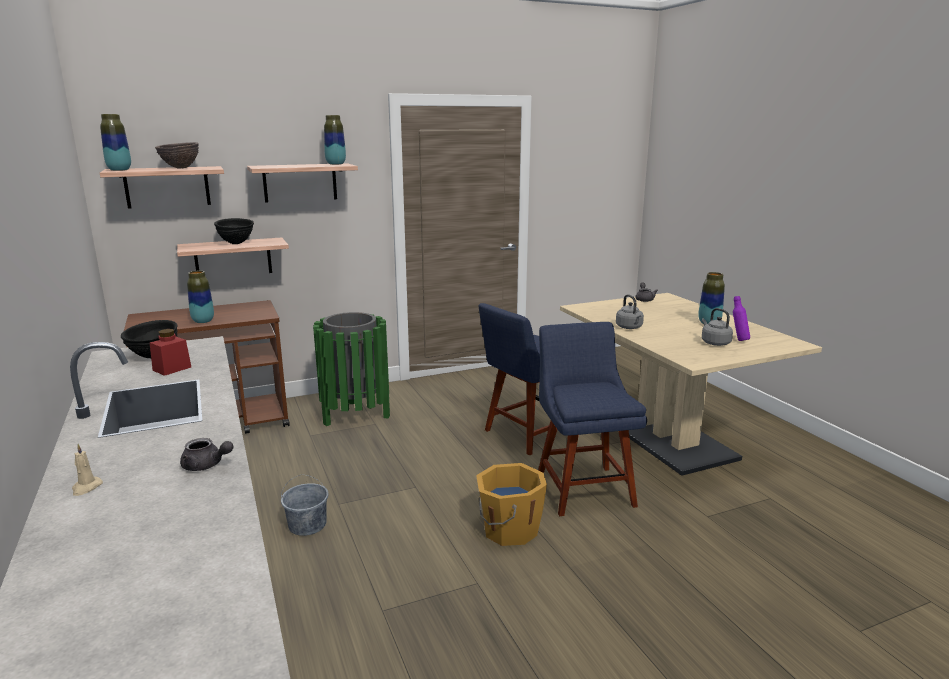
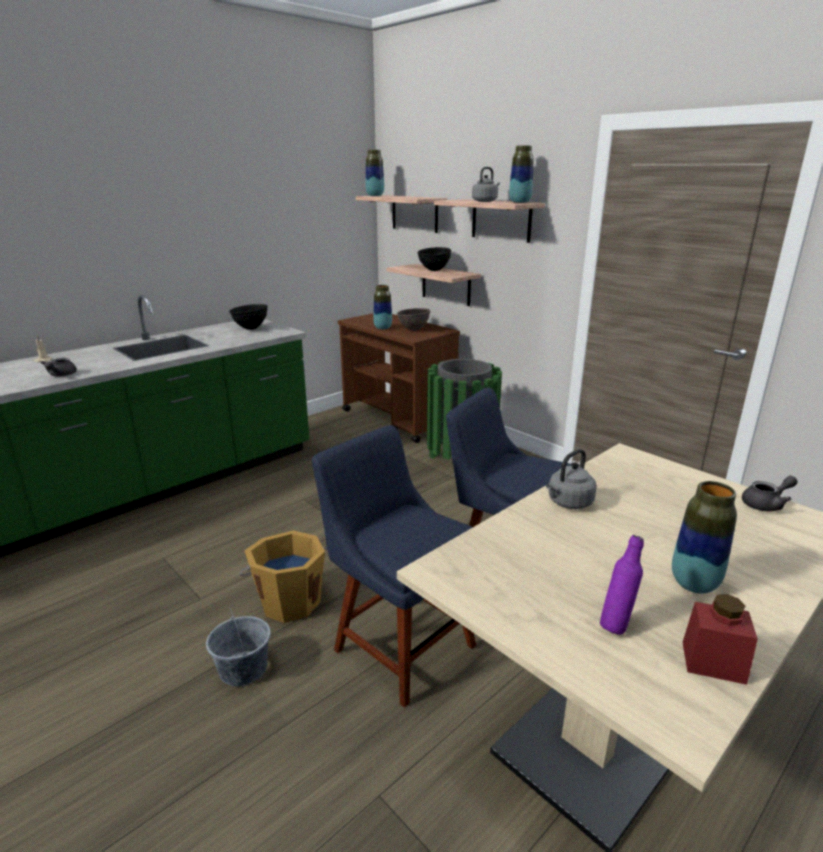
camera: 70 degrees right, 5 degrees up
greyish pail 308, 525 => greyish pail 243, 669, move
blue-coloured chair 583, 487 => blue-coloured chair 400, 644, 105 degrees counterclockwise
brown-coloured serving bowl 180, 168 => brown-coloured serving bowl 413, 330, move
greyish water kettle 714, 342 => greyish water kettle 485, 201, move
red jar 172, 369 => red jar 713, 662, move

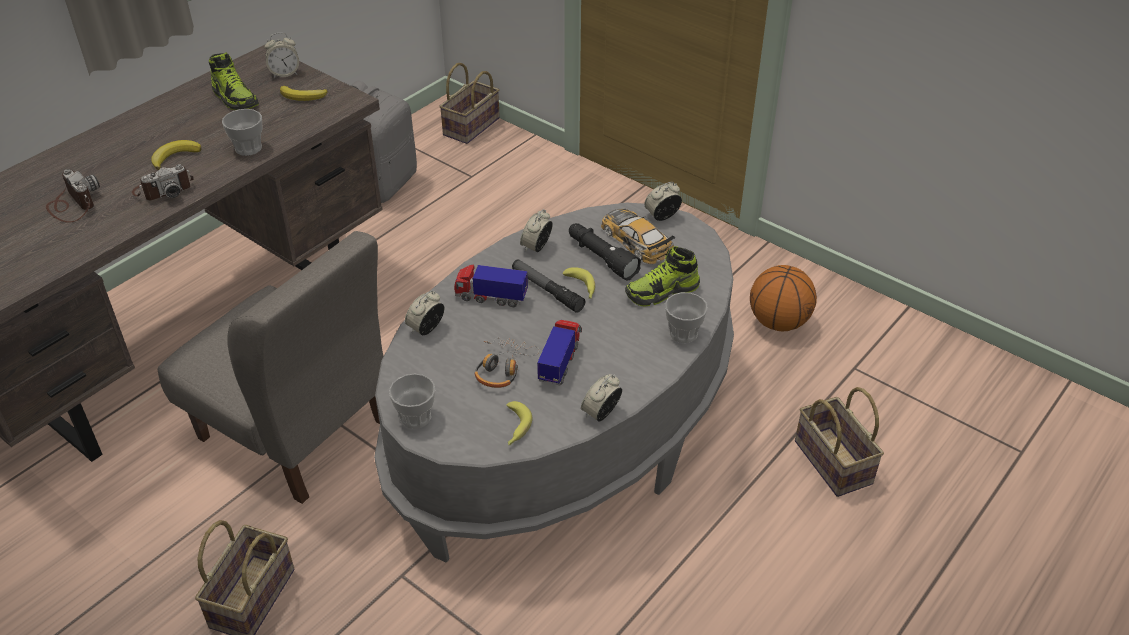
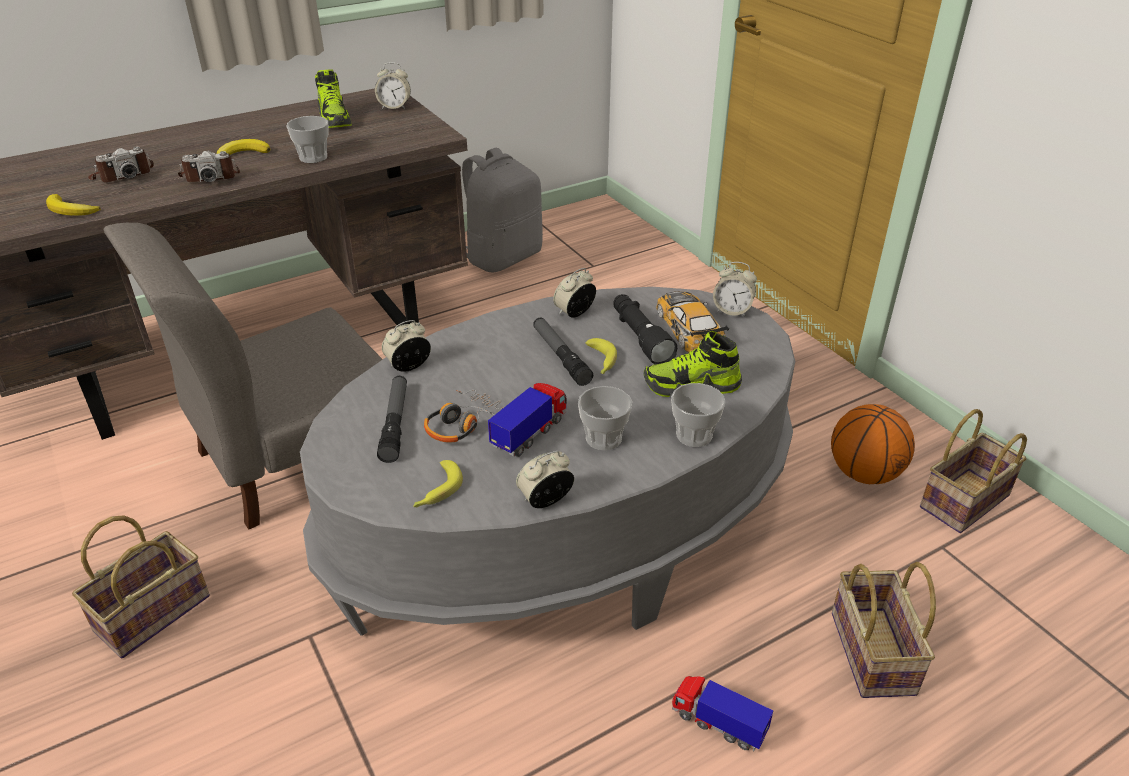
camera: 20 degrees right, 5 degrees down
banana fruit 303, 97 => banana fruit 70, 210, move
photo camera 72, 205 => photo camera 122, 175, 75 degrees clockwise
greyish chair 294, 430 => greyish chair 295, 458, 90 degrees clockwise
nothing => flashlight 395, 423
drinking cup 415, 417 => drinking cup 603, 438, move
model truck 491, 297 => model truck 717, 723, move
table clock 662, 216 => table clock 732, 310, 150 degrees counterclockwise
basket 471, 128 => basket 964, 503, move

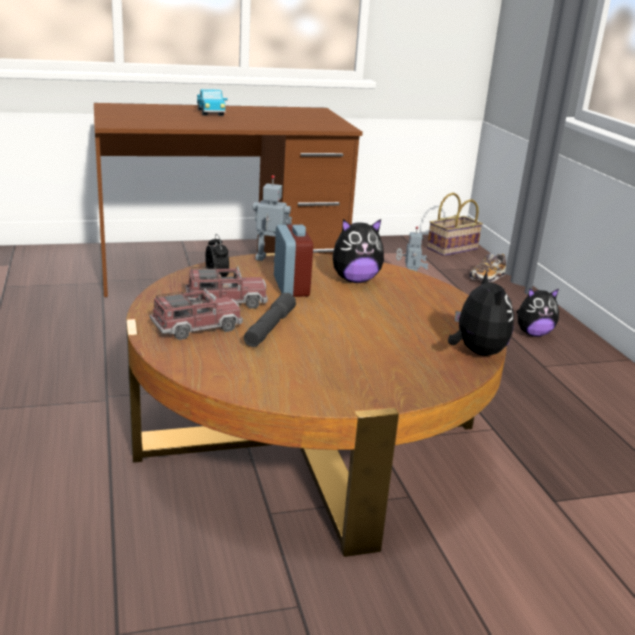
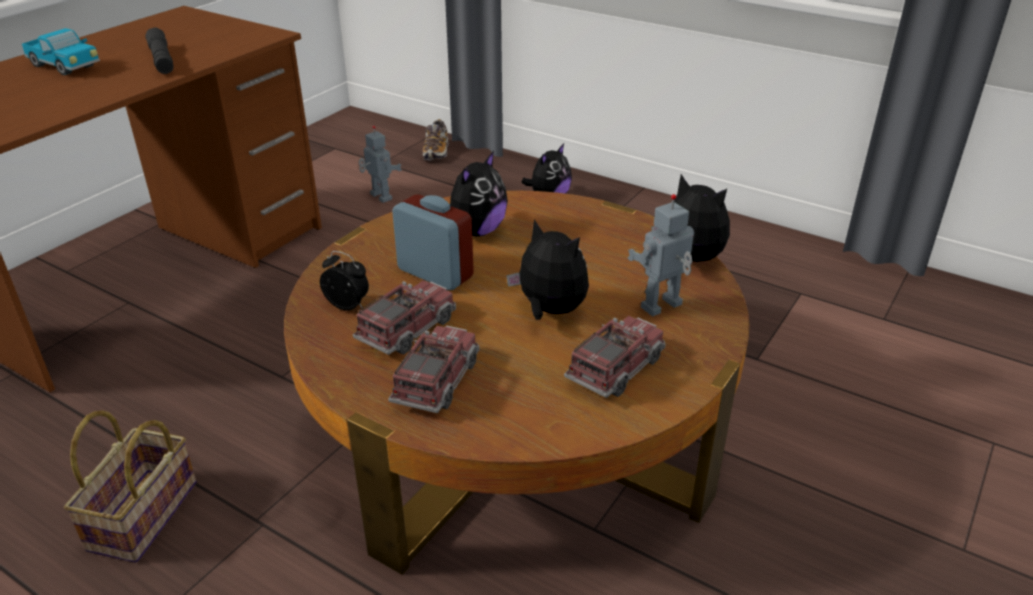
camera: 40 degrees left, 10 degrees up
basket 452, 249 => basket 144, 518, move
greyish flashlight 270, 328 => greyish flashlight 162, 60, move
nothing => cuddly toy 549, 311
nothing => model truck 615, 369
model robot 269, 260 => model robot 662, 307, move

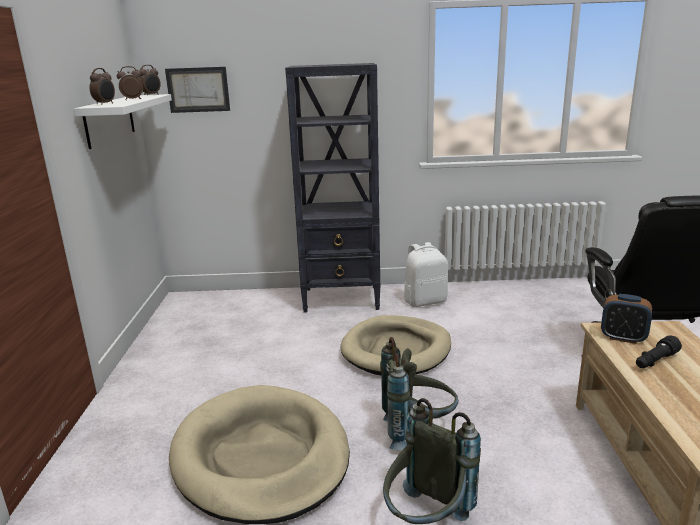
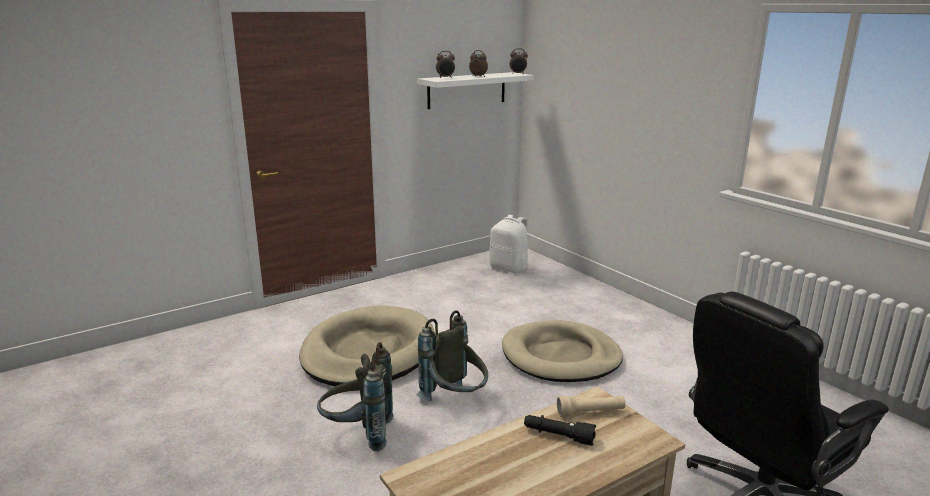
camera: 55 degrees right, 0 degrees up
white knapsack 425, 301 => white knapsack 509, 268, move
table clock 623, 338 => sand-coloured flashlight 590, 413
picture 198, 89 => nothing
black bookshelf 342, 299 => nothing

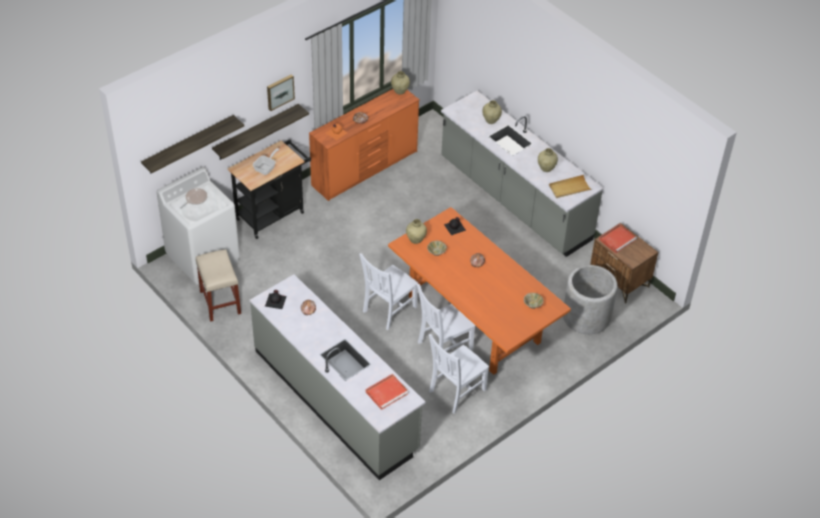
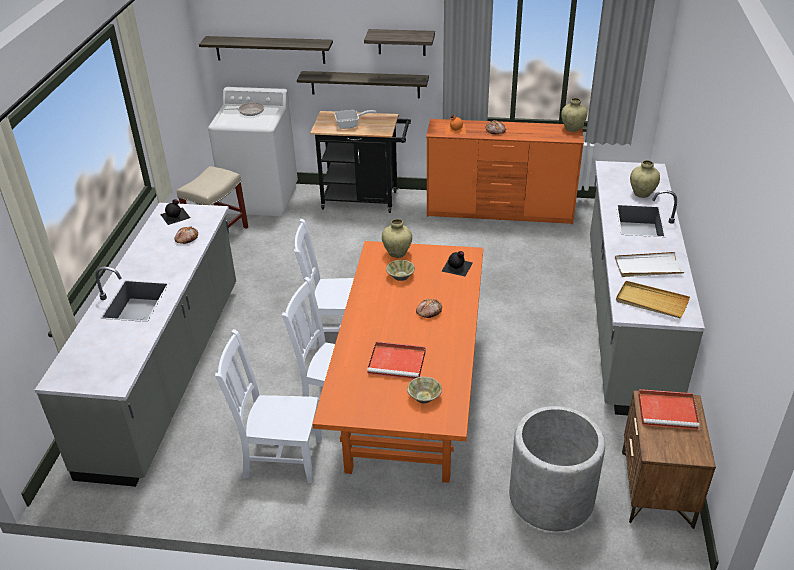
camera: 50 degrees right, 10 degrees down
picture 279, 91 => shelf 401, 42
red carrying tray 387, 392 => red carrying tray 398, 362, move
sand-coloured vase 546, 168 => white carrying tray 647, 267

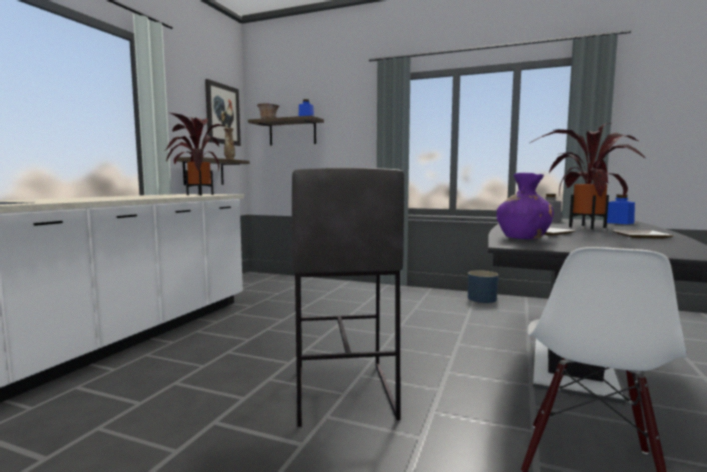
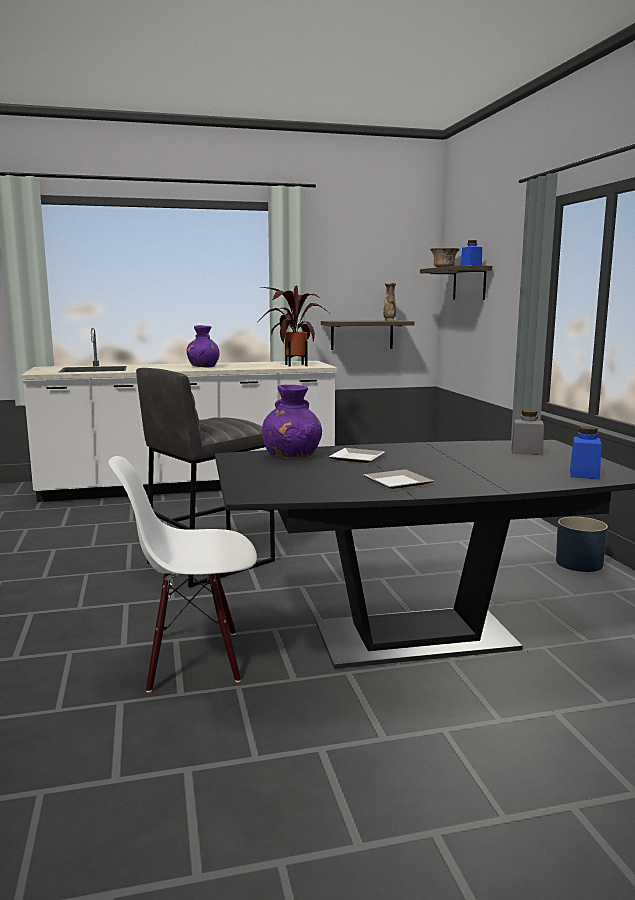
camera: 55 degrees right, 5 degrees up
nothing => purplish vase 204, 367
picture 222, 114 => nothing
plant in a pot 585, 227 => nothing

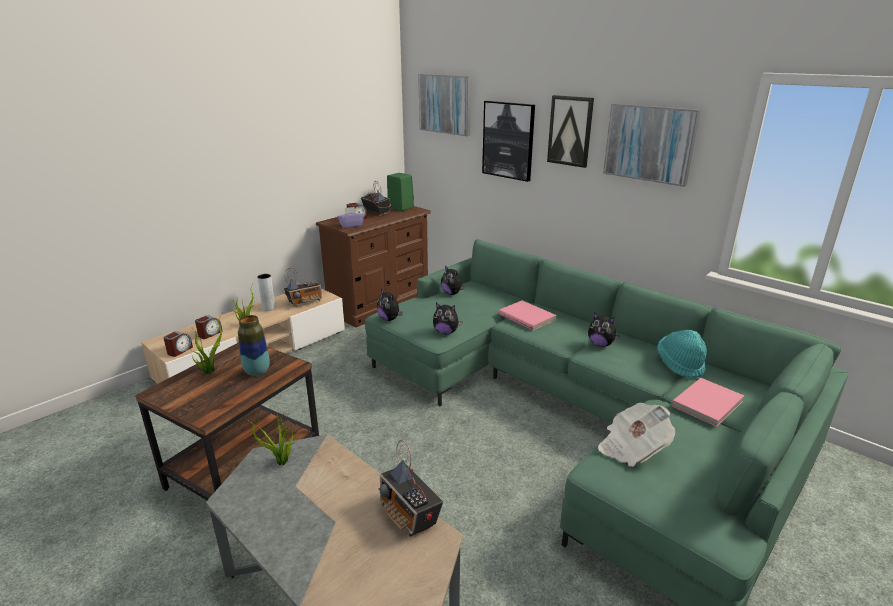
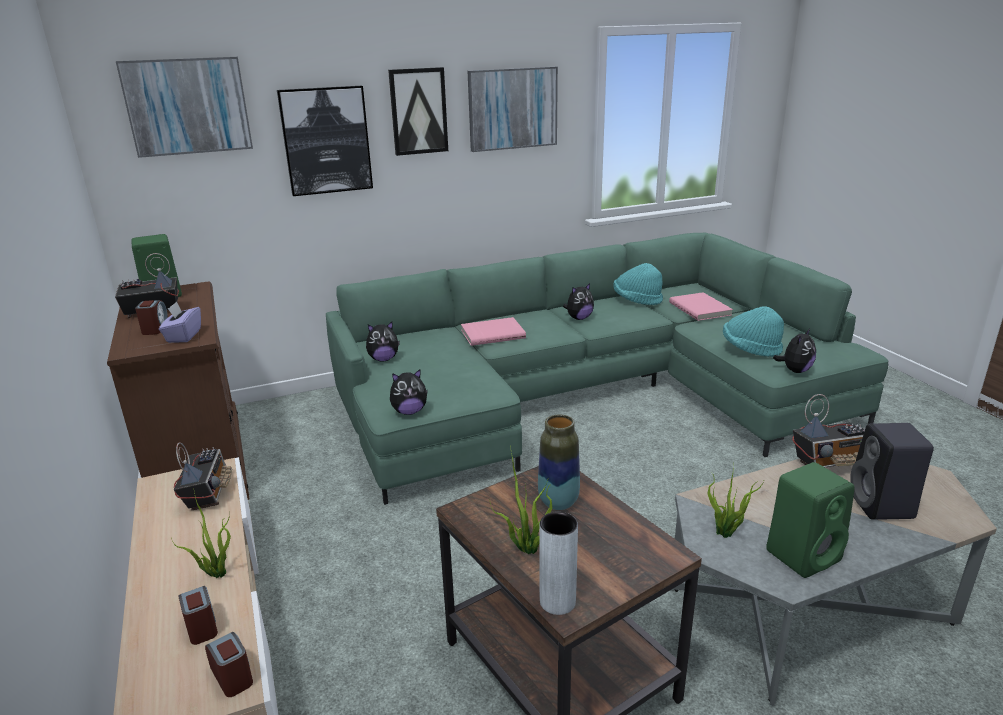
camera: 65 degrees left, 0 degrees up
greyish vase 269, 308 => greyish vase 557, 602, move
printed paper 632, 448 => turquoise-coloured hat 750, 349
nothing => green-coloured speaker 804, 554
cuddly toy 446, 332 => cuddly toy 795, 370, move
nothing => black speaker 882, 506

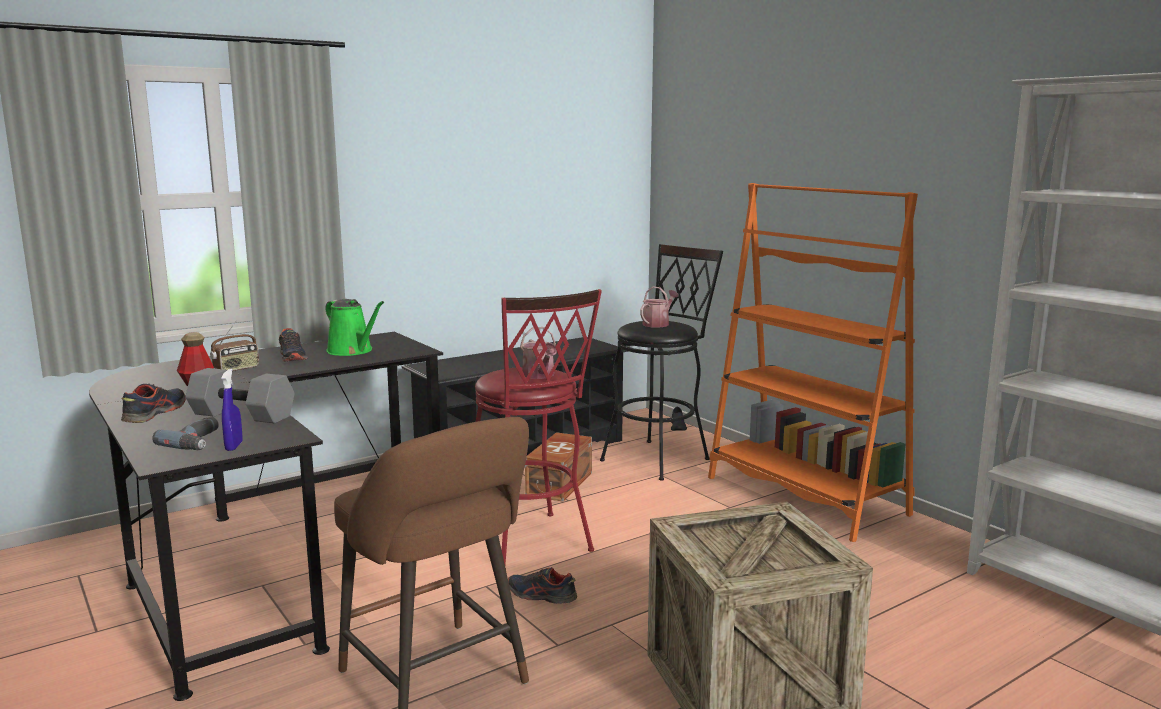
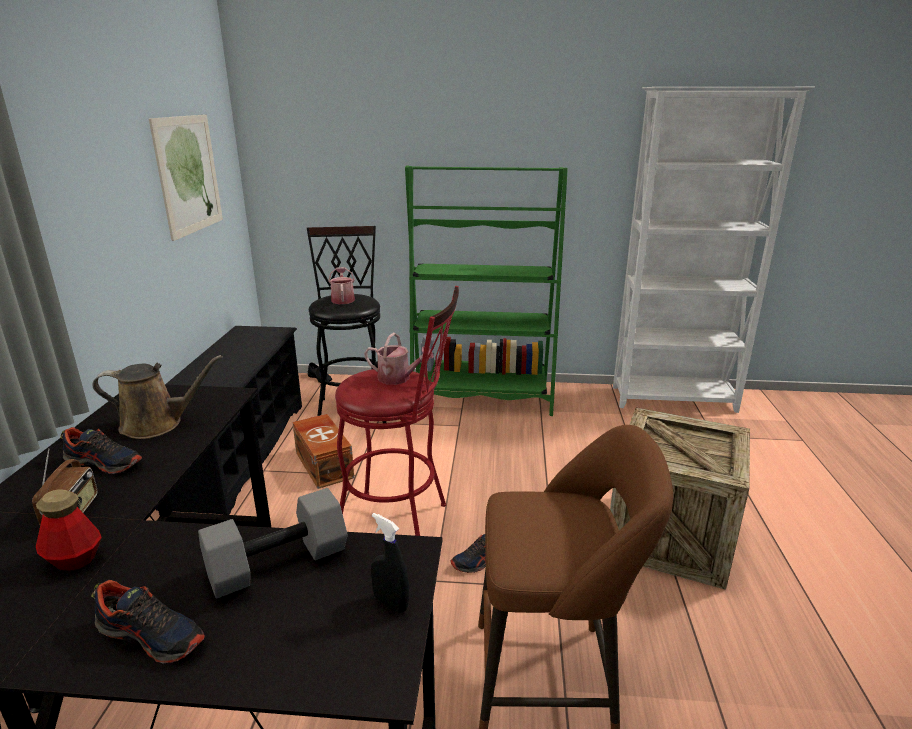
camera: 50 degrees left, 10 degrees up
shoe 154, 413 => shoe 152, 635, 150 degrees clockwise
green-coloured sprinkling can 352, 351 => brown-coloured sprinkling can 157, 424
nothing => picture 188, 175
blue-coloured hand sprayer 234, 446 => black hand sprayer 390, 603
orangey bookshelf 805, 496 => green-coloured bookshelf 481, 397
power drill 199, 441 => nothing

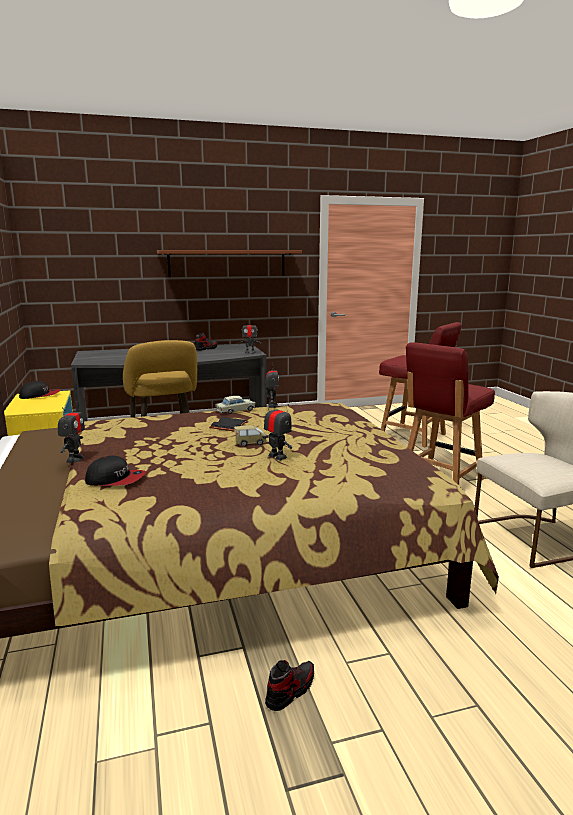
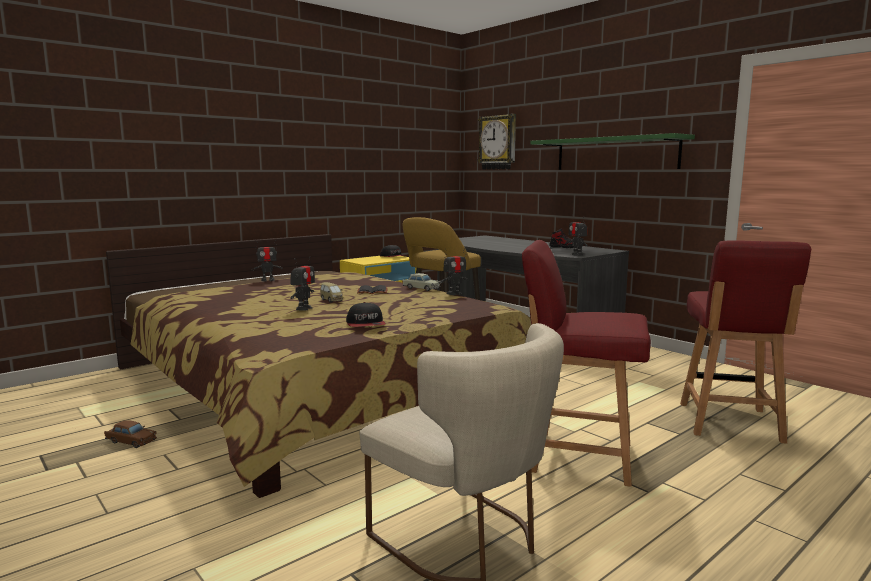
camera: 65 degrees right, 5 degrees down
shoe 290, 691 => brown-coloured model car 131, 441
peaked cap 116, 479 => peaked cap 366, 325, move
nothing => hanging clock 498, 142
brown-coloured shelf 227, 263 => green-coloured shelf 615, 154

